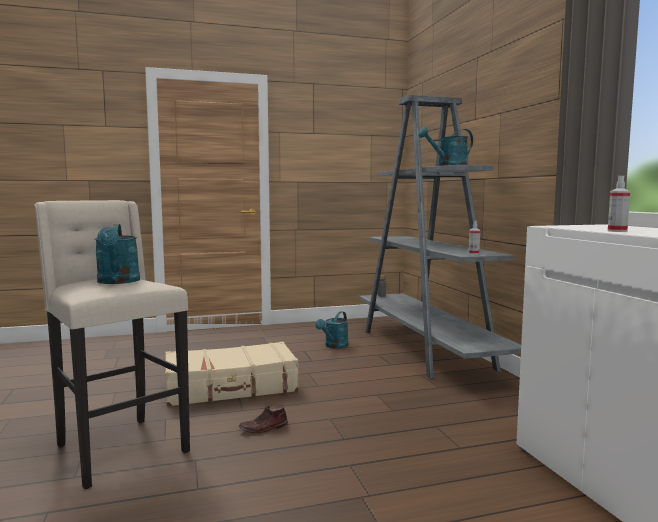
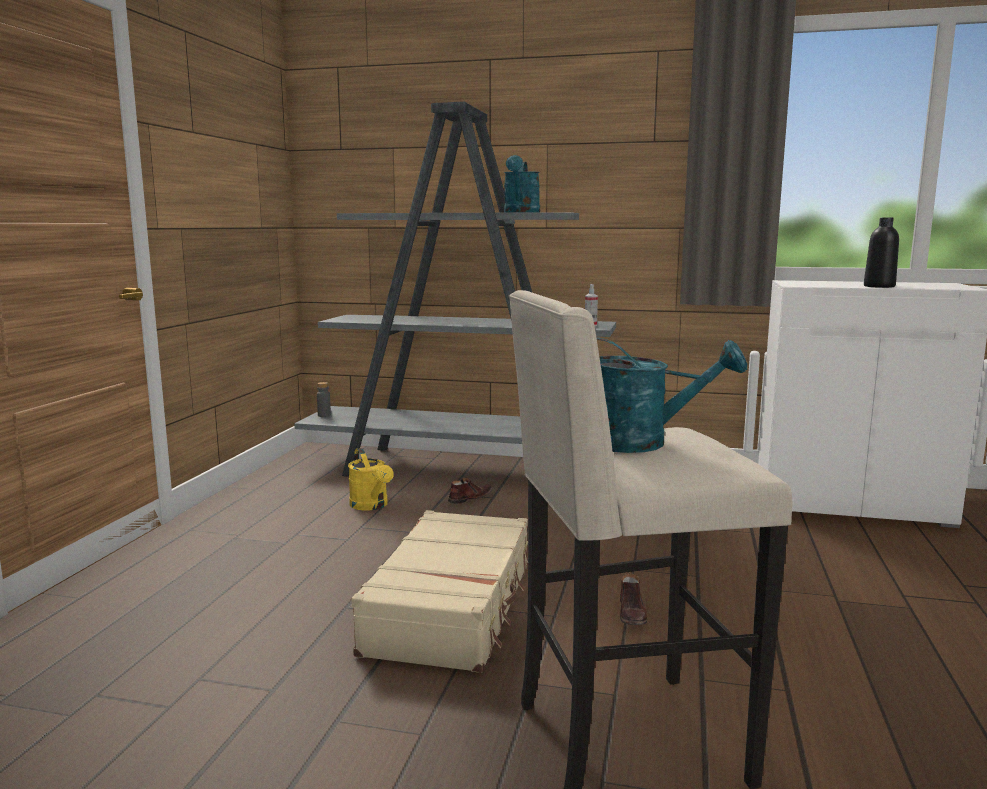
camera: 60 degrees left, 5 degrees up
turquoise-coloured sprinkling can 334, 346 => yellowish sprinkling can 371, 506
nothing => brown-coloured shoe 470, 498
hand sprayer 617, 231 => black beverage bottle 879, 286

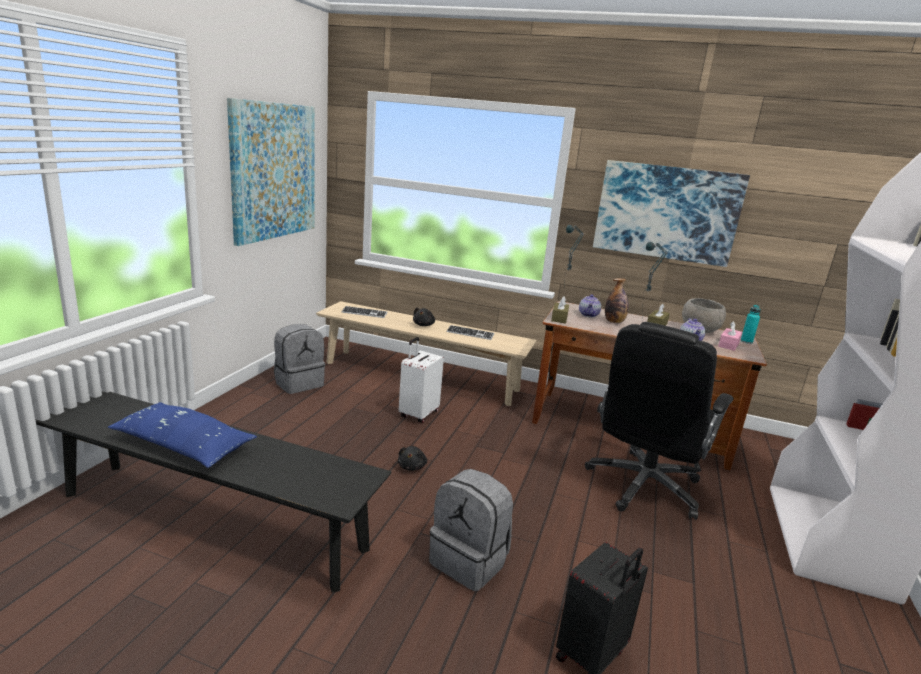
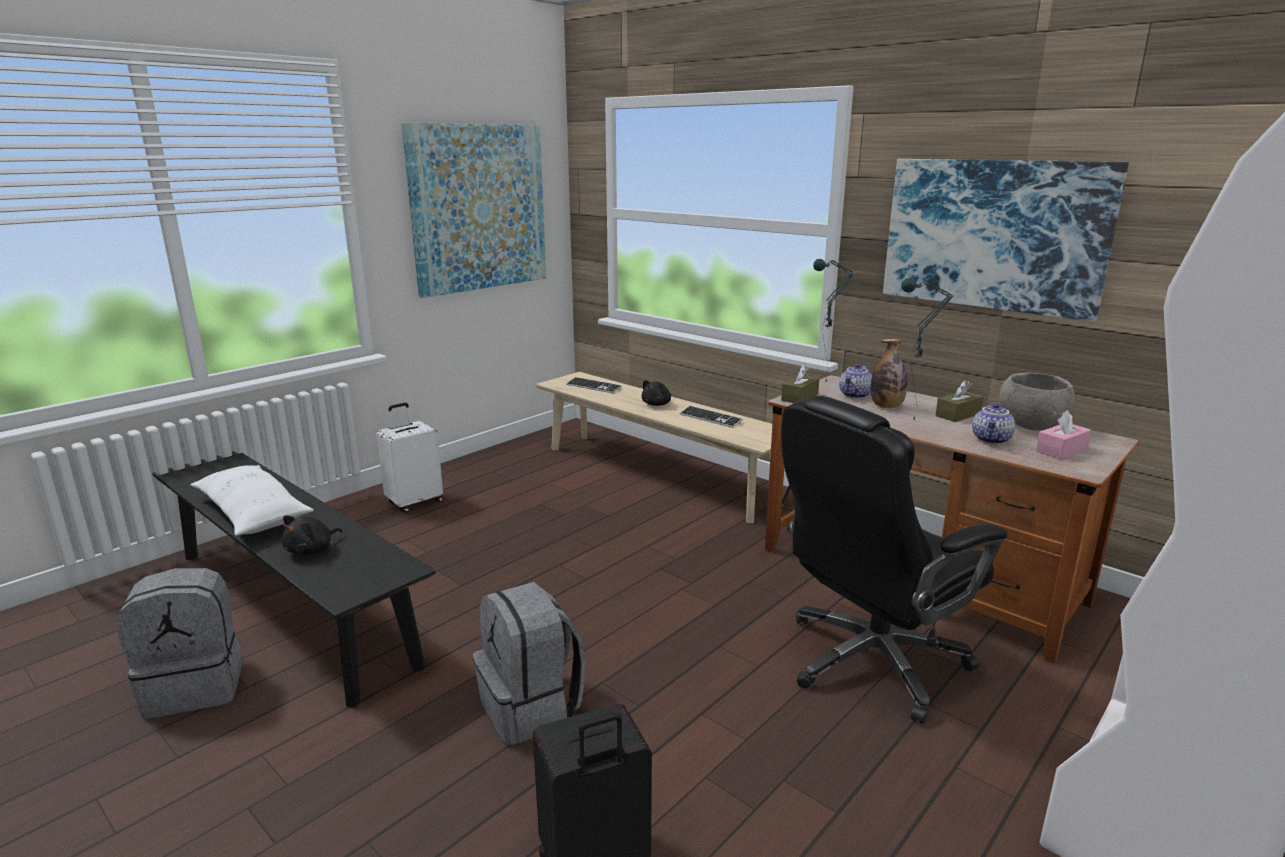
camera: 25 degrees right, 0 degrees up
greyish knapsack 298, 383 => greyish knapsack 196, 686, move
blue-coloured pillow 183, 446 => white pillow 252, 513
black cuddly toy 412, 466 => black cuddly toy 312, 550, move
white piece of luggage 418, 414 => white piece of luggage 415, 502, move
turquoise-coloured beverage bottle 746, 341 => nothing

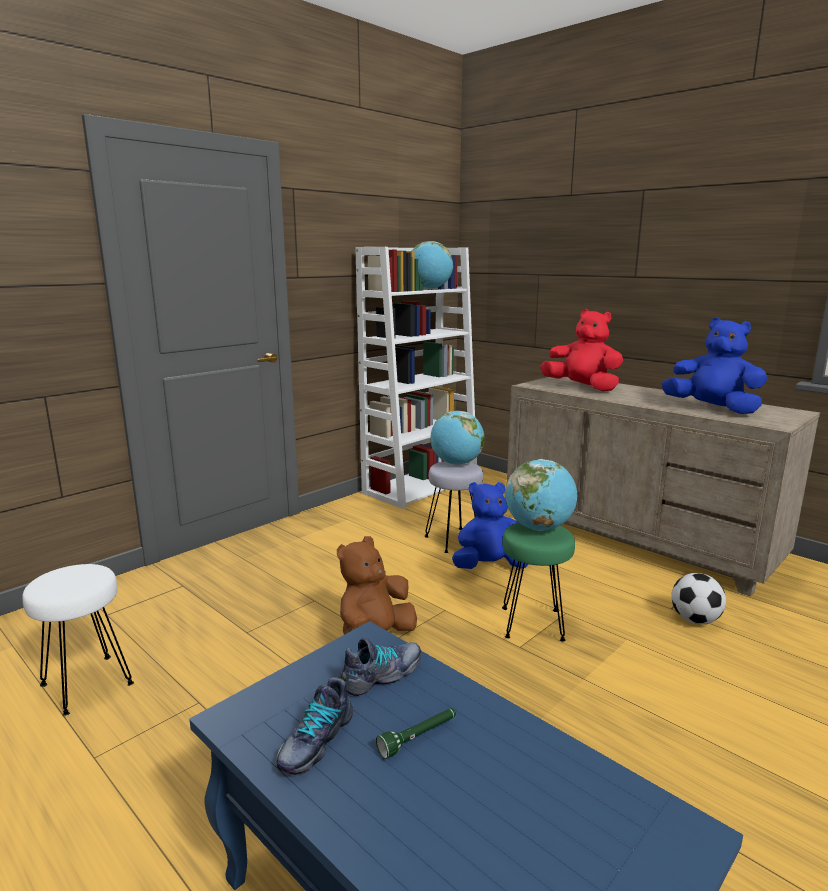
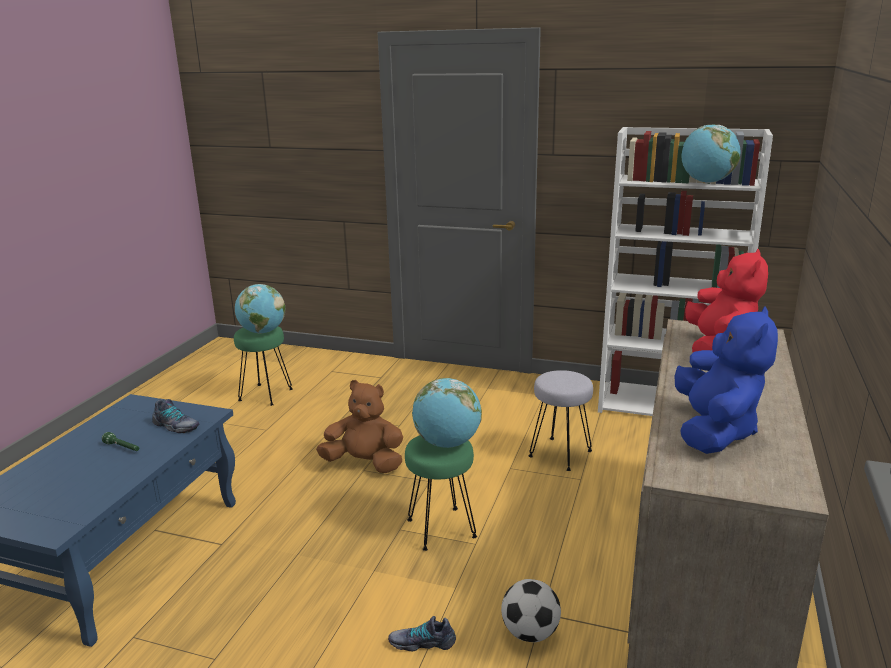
camera: 65 degrees right, 5 degrees up
white stool seat 87, 683 => green-coloured stool seat 266, 394
globe 456, 463 => globe 262, 332, move
shoe 315, 741 => shoe 422, 642, move
blue-coloured cuddly toy 490, 566 => nothing

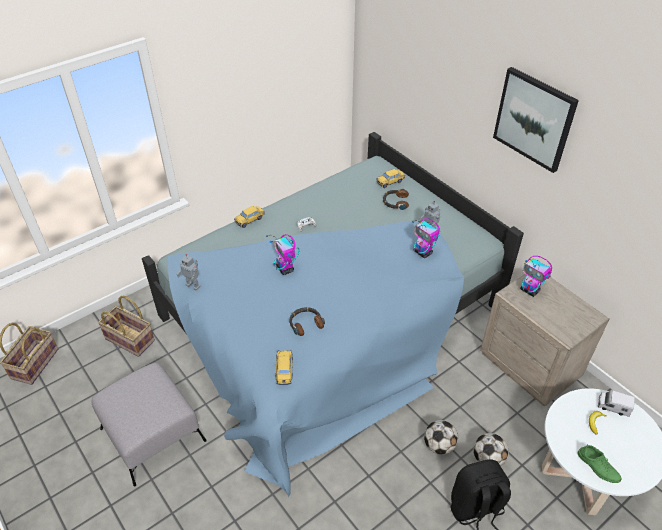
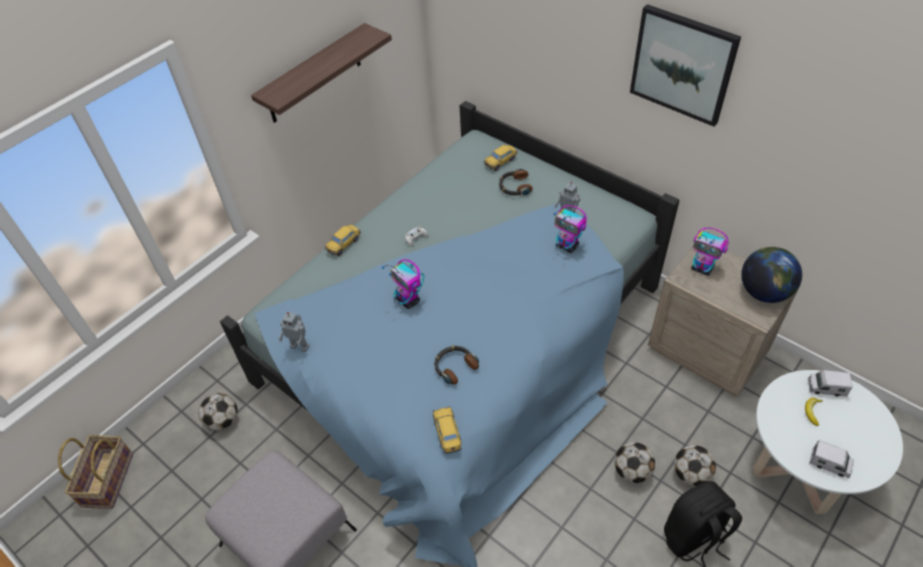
camera: 10 degrees left, 5 degrees up
basket 130, 339 => ball for football 223, 421
nothing => shelf 314, 75
nothing => globe 764, 292
green-coloured shoe 598, 466 => model truck 829, 464

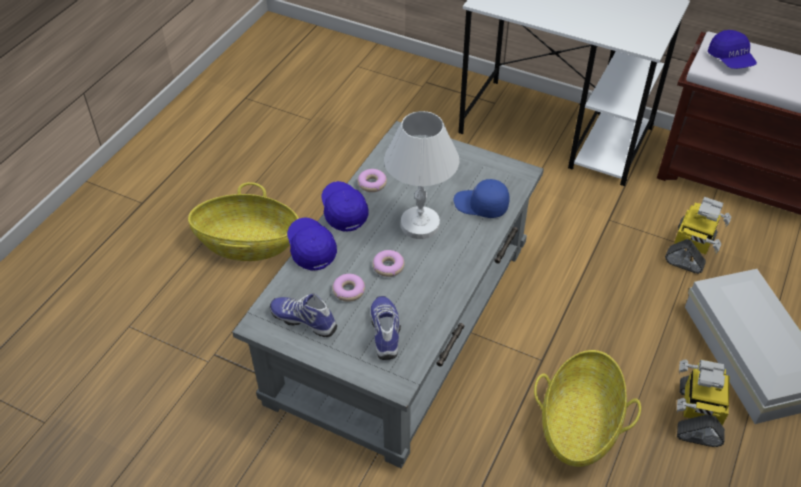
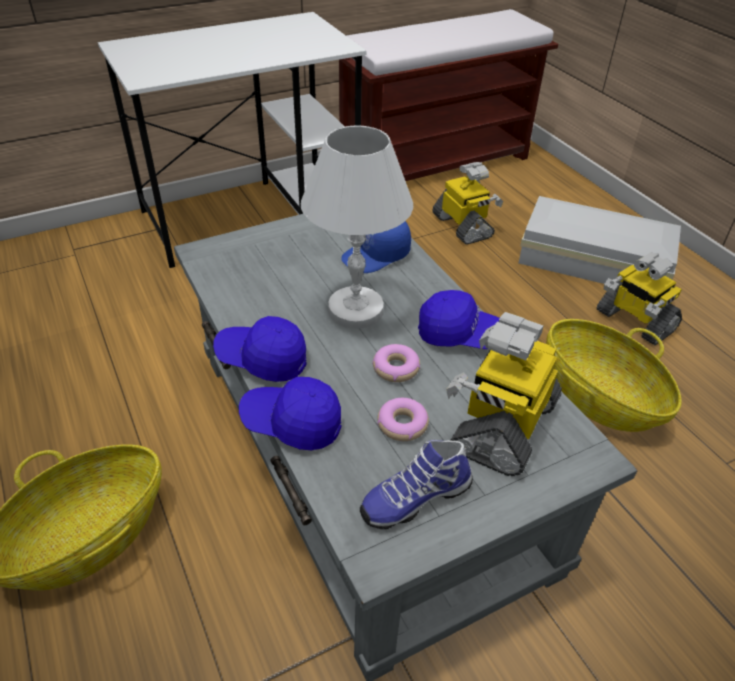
camera: 55 degrees left, 5 degrees down
blue-coloured peaked cap 730, 60 => blue-coloured peaked cap 460, 334, move
shoe 386, 332 => model robot 502, 425
doughnut 372, 184 => nothing

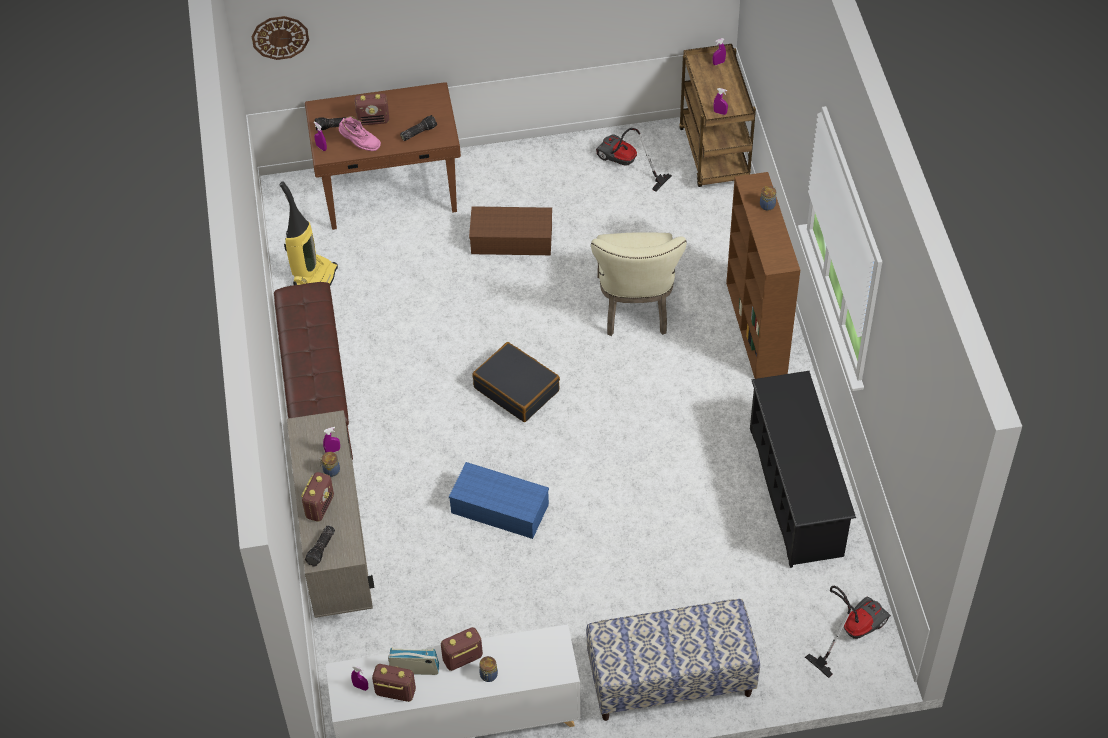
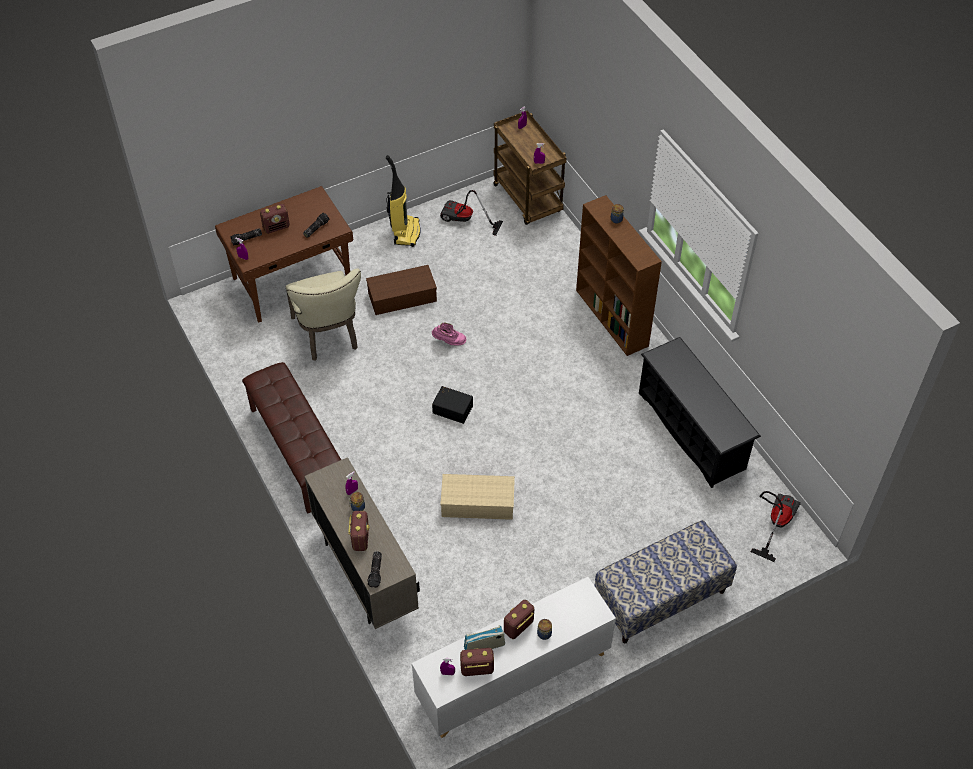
camera: 20 degrees left, 0 degrees up
sand-coloured chair 635, 309 => sand-coloured chair 328, 336, move
vacuum 314, 279 => vacuum 405, 232, move
pinkish high-top boot 359, 144 => pinkish high-top boot 449, 341, move
black piece of luggage 517, 389 => black storage box 453, 408
blue-coloured storage box 498, 509 => sand-coloured storage box 476, 504
hanging clock 280, 37 => nothing

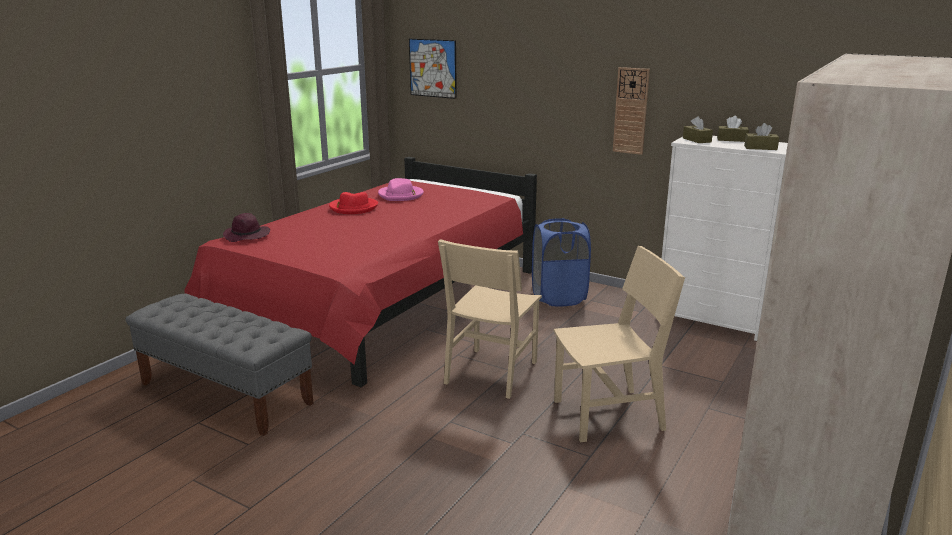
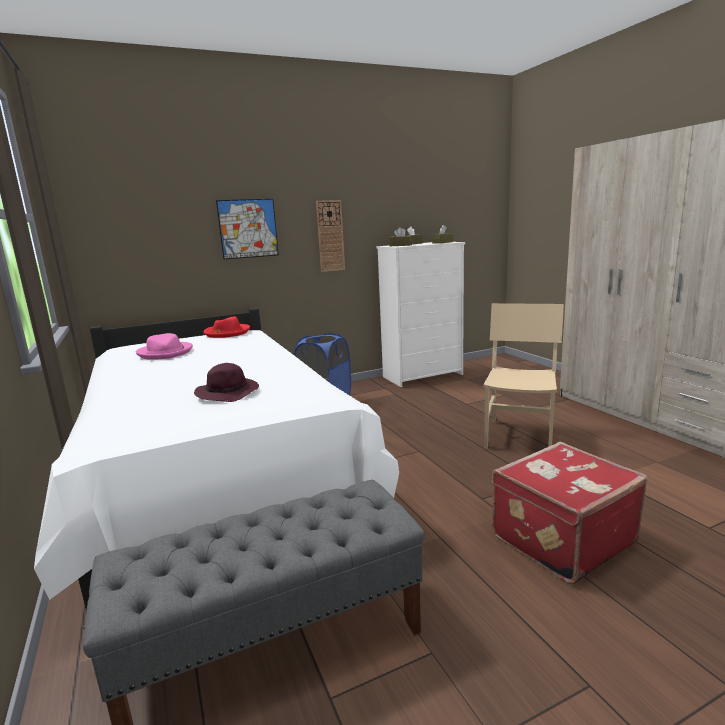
camera: 55 degrees left, 5 degrees down
red sleeping bed 383, 305 => white sleeping bed 214, 474
purplish hat 247, 236 => purplish hat 228, 393, move
red hat 353, 208 => red hat 227, 333, move
picture 433, 68 => picture 248, 228, move
nothing => red piece of luggage 560, 538
sand-coloured chair 491, 372 => nothing

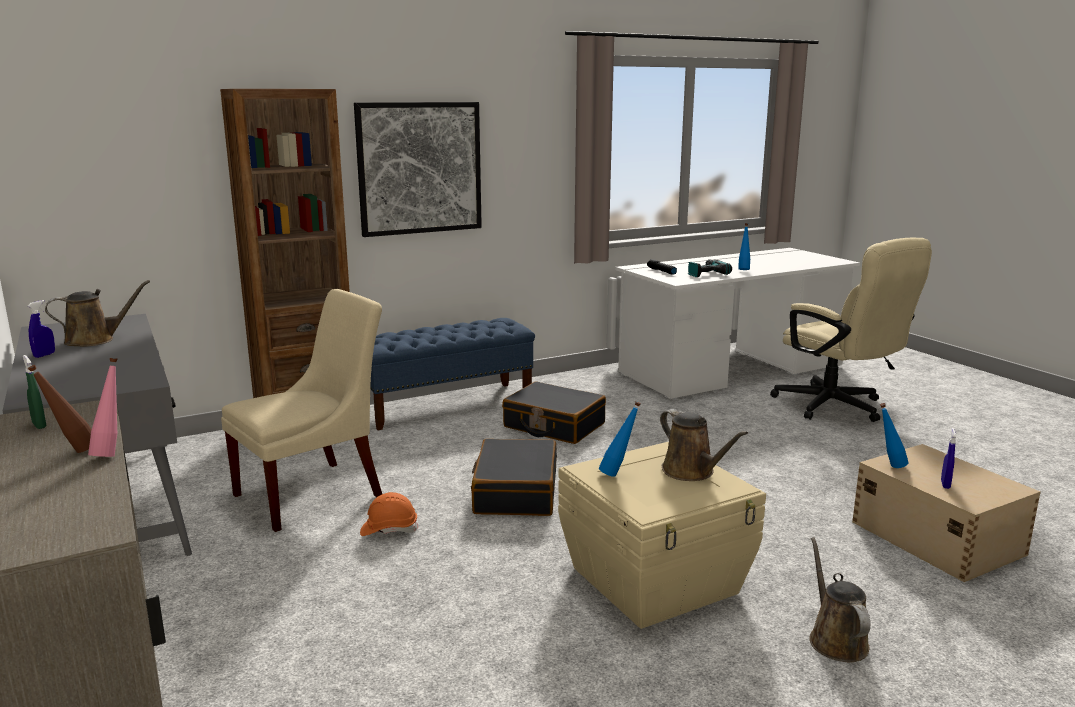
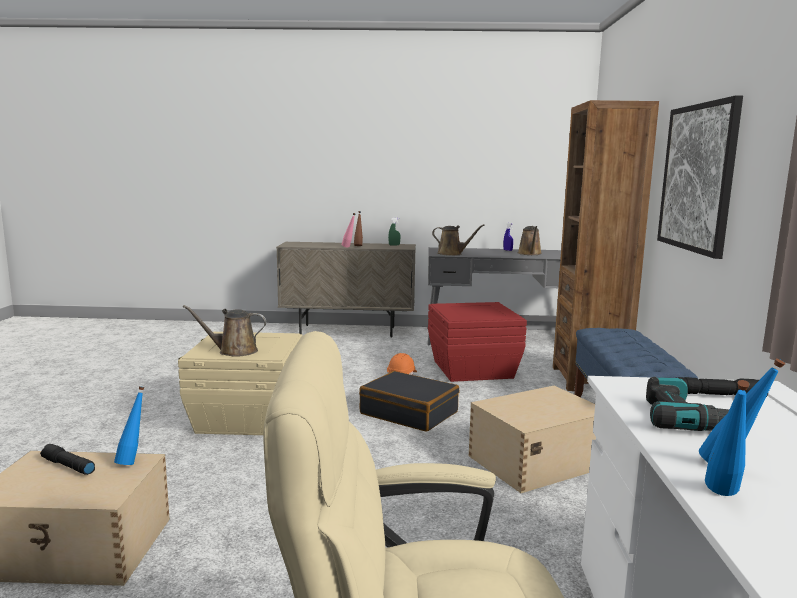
camera: 120 degrees right, 5 degrees down
blue-coloured hand sprayer 945, 484 => black flashlight 67, 466
sand-coloured chair 315, 493 => red storage box 471, 369
brown-coloured sprinkling can 835, 639 => brown-coloured sprinkling can 452, 254, move
black piece of luggage 553, 426 => sand-coloured storage box 535, 461
blue-coloured beverage bottle 618, 474 => blue-coloured beverage bottle 722, 497, move

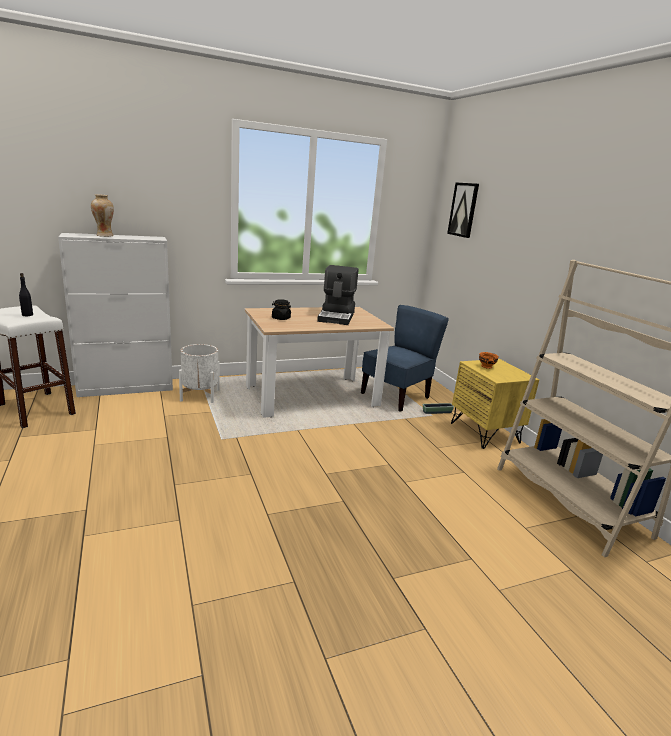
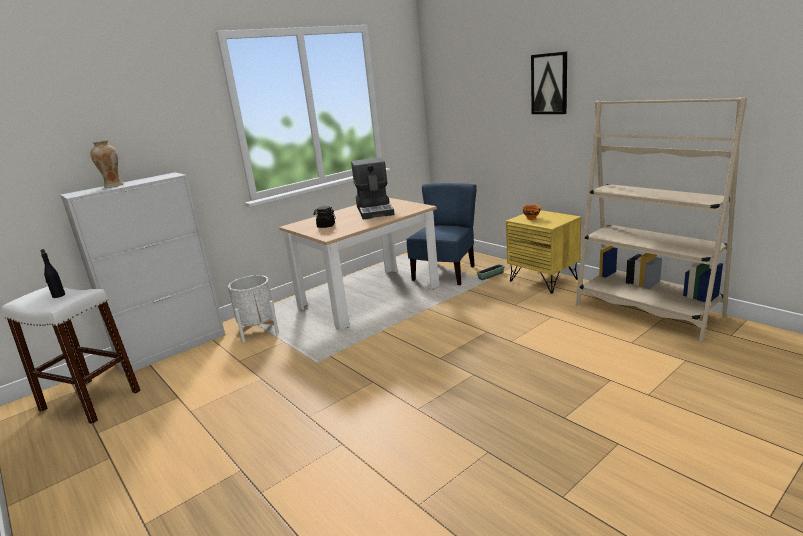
camera: 15 degrees left, 0 degrees up
picture 463, 210 => picture 549, 84, move

